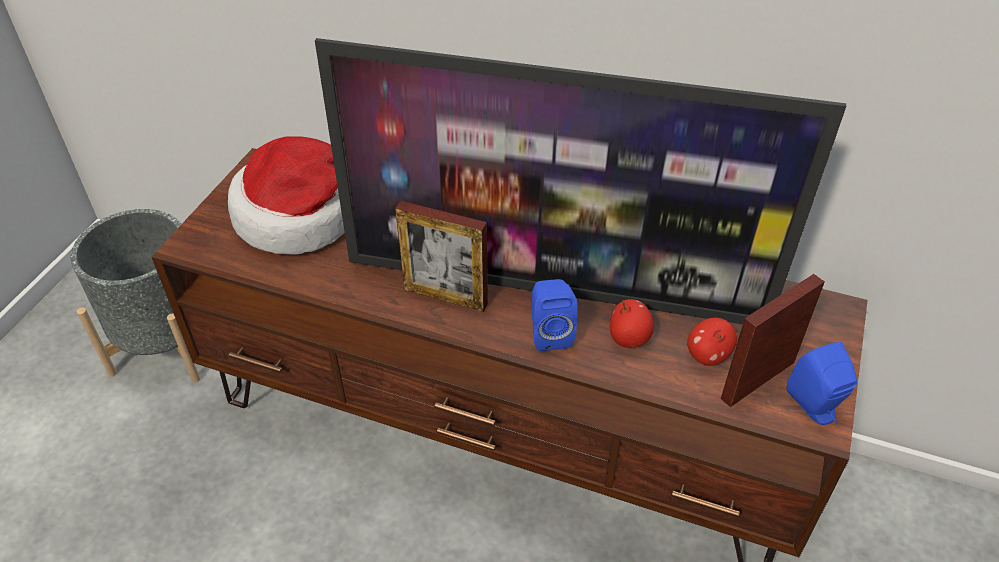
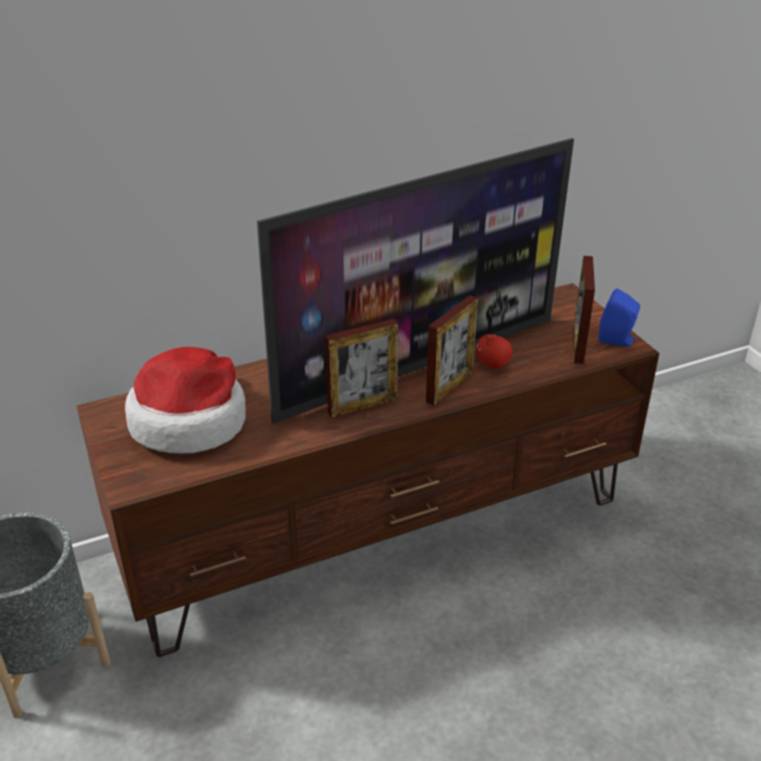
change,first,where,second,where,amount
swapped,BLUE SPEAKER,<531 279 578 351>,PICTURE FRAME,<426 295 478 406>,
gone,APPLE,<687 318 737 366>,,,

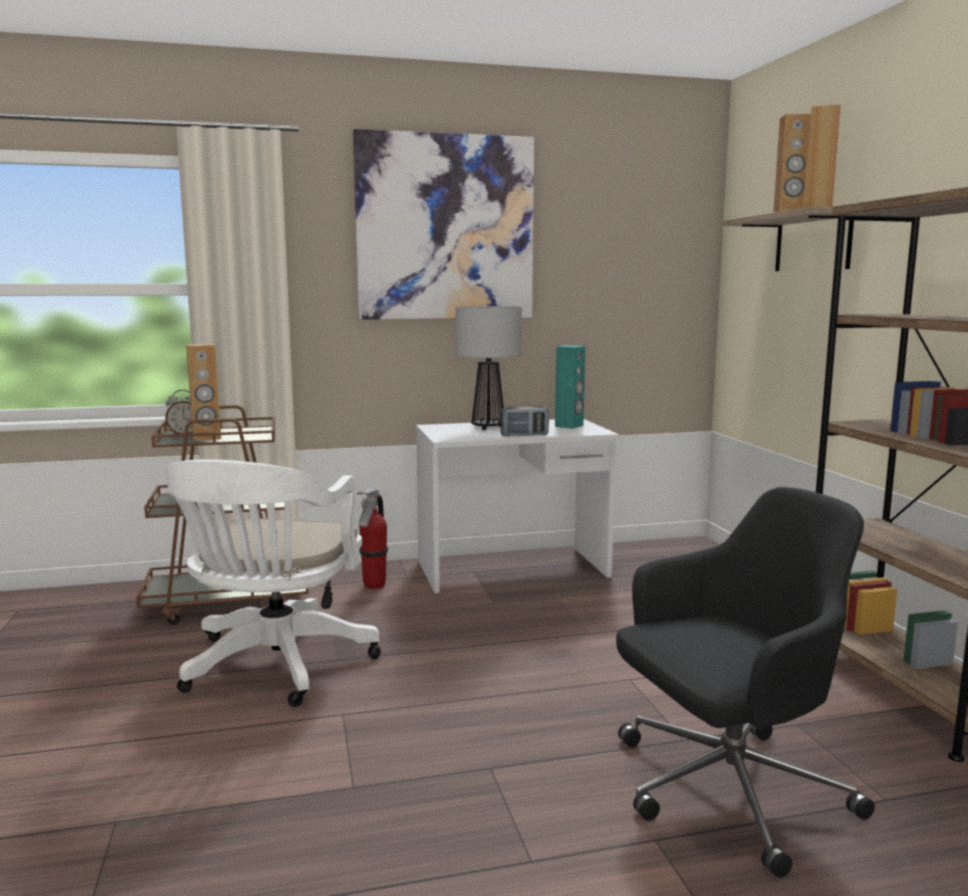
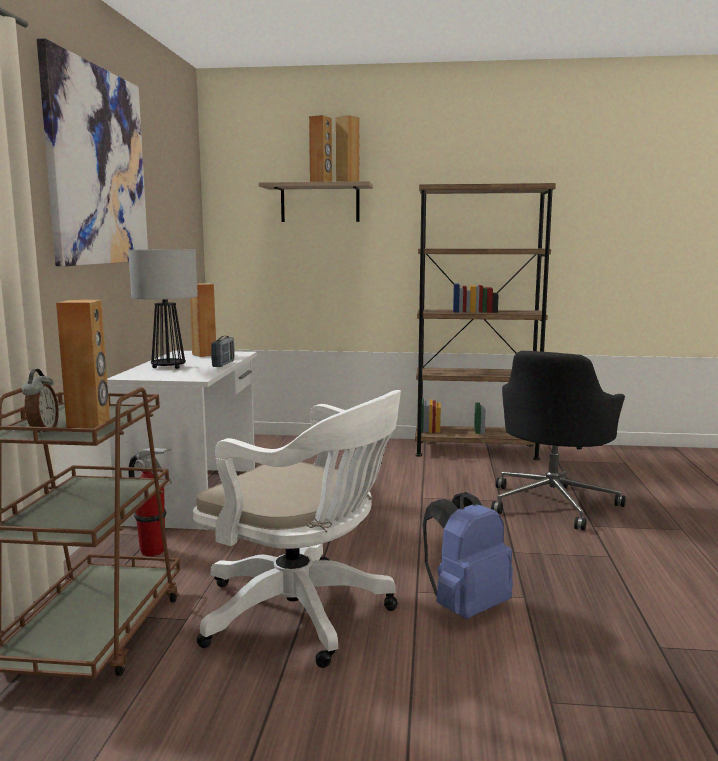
change,first,where,second,where,amount
repainted,TURQUOISE SPEAKER,<555 345 585 429>,BROWN SPEAKER,<190 283 216 357>,
rotated,BLACK OFFICE CHAIR,<616 487 875 878>,,<491 351 626 531>,150 degrees counterclockwise
new,,,BLUE BACKPACK,<422 492 513 619>,

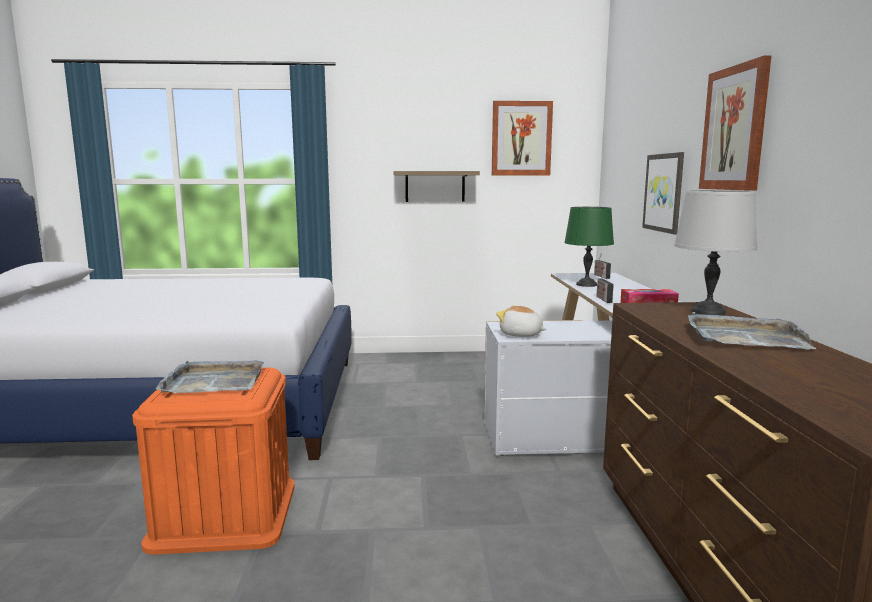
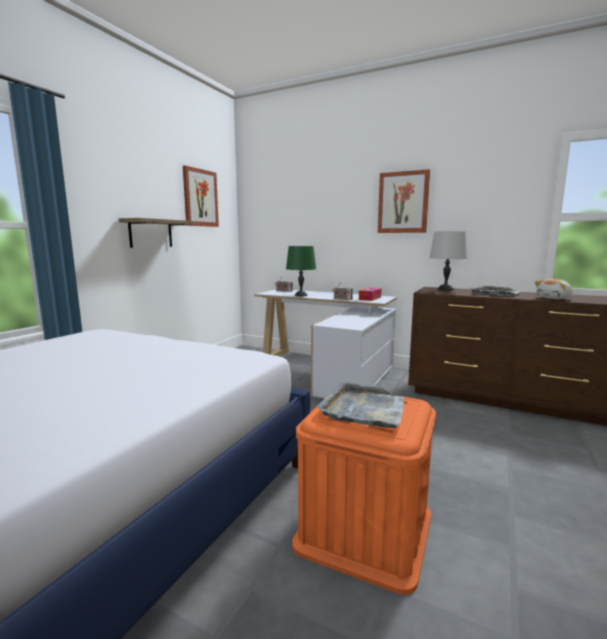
change,first,where,second,where,amount
gone,PICTURE,<642 152 684 234>,,,
shifted,PLUSH TOY,<496 305 547 337>,,<535 279 572 299>,

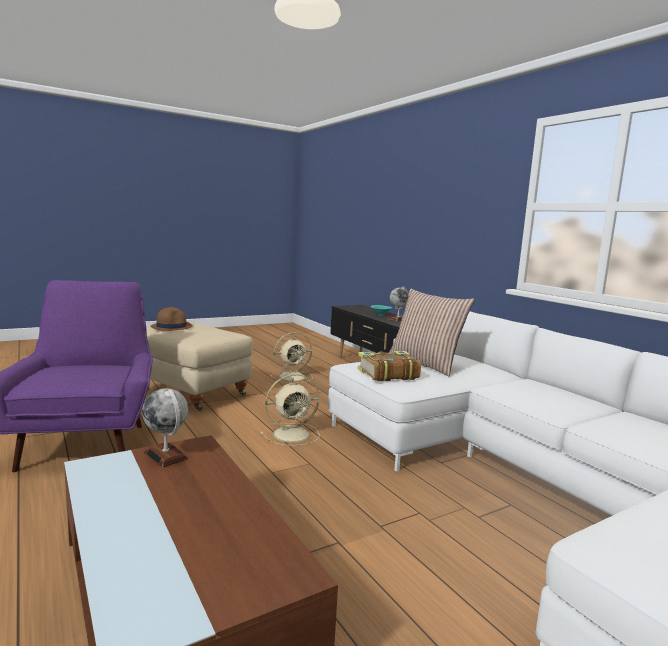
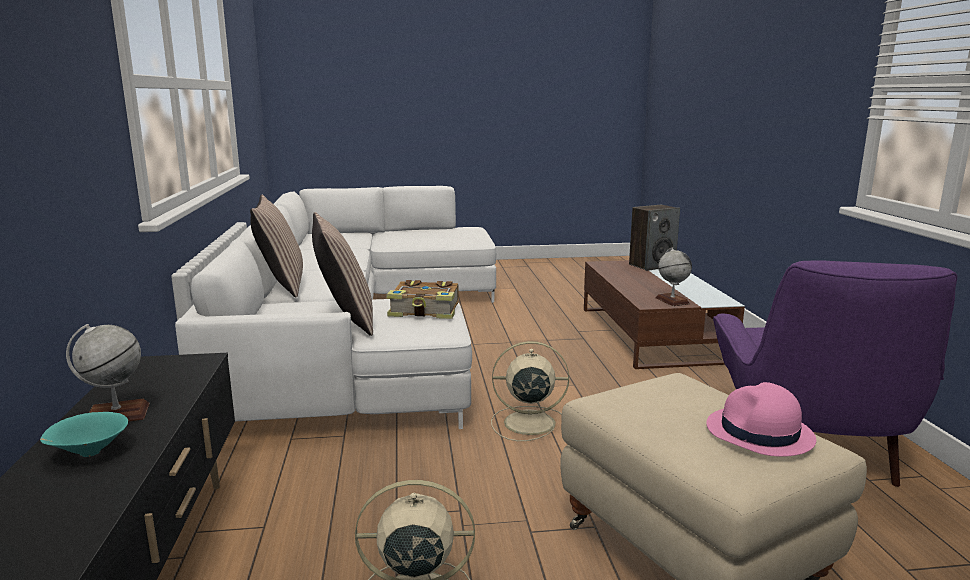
change,first,where,second,where,amount
repainted,BROWN HAT,<151 307 192 331>,PINK HAT,<706 382 816 457>,
new,,,PILLOW,<250 195 303 298>,
new,,,SPEAKER,<629 205 680 271>,

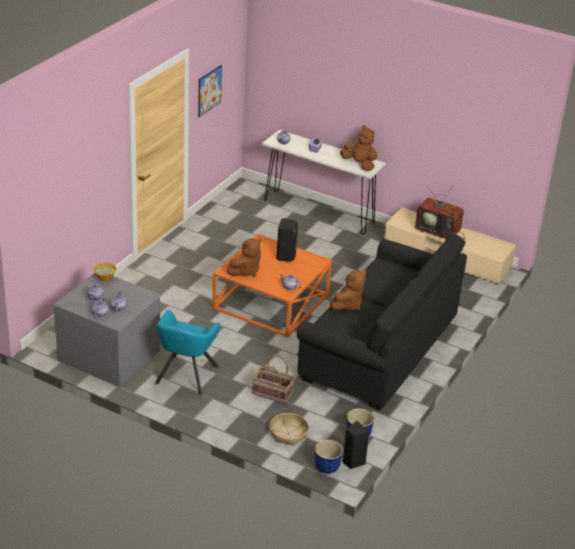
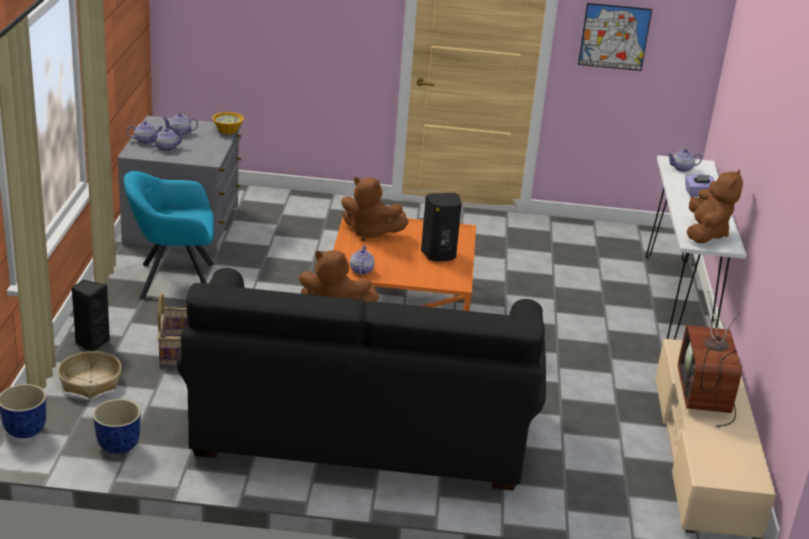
change,first,where,second,where,amount
shifted,BLACK SPEAKER,<342 421 369 470>,,<71 279 110 351>,

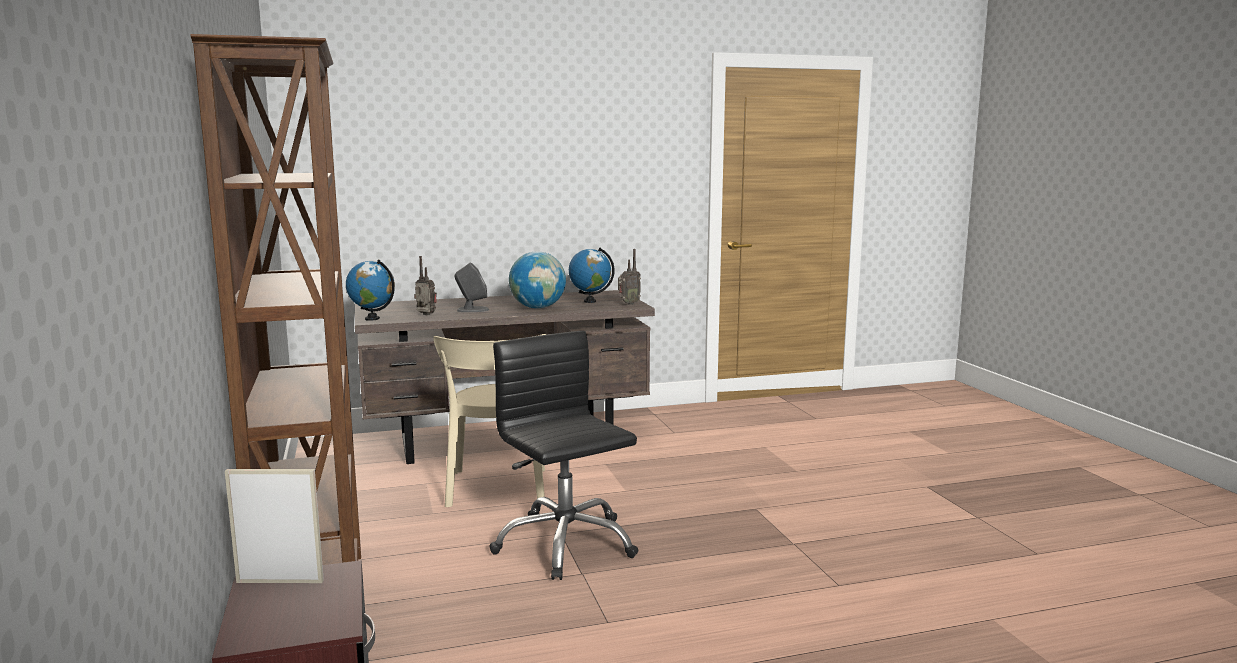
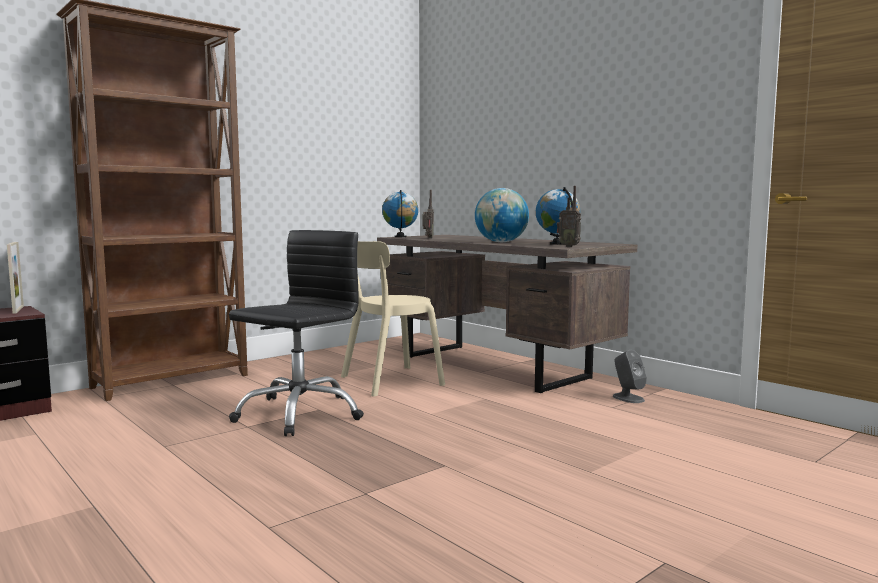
change,first,where,second,where,amount
shifted,GREY SPEAKER,<454 263 489 312>,,<613 350 647 403>,

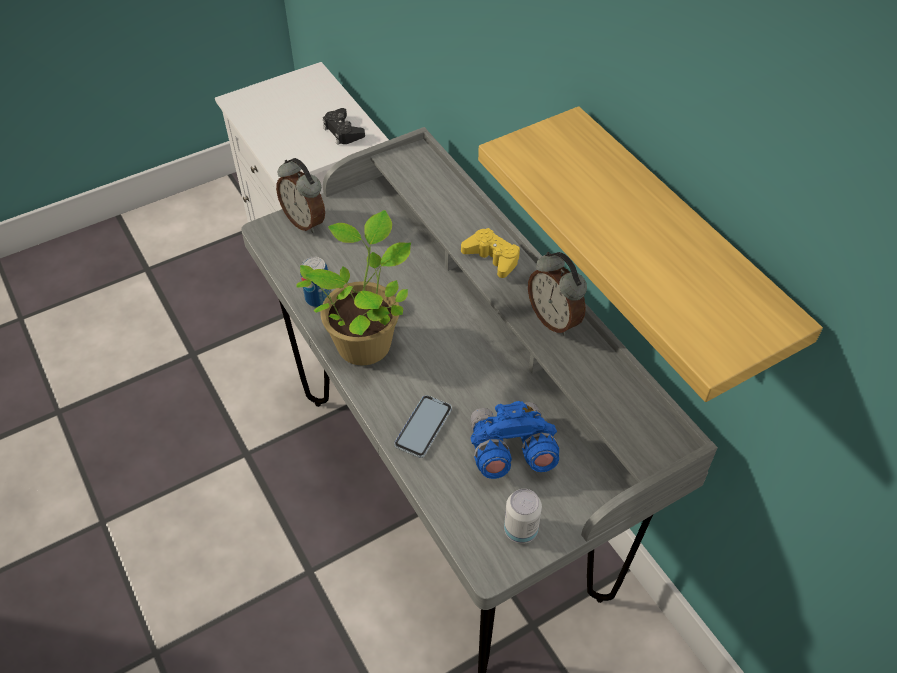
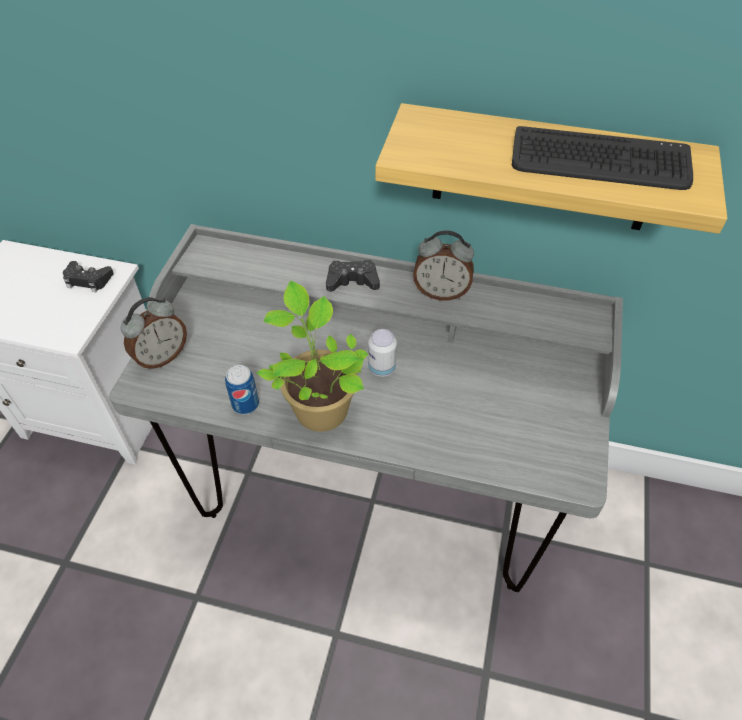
change,first,where,second,where,amount
rotated,ALARM CLOCK,<276 158 325 233>,,<121 297 187 370>,45 degrees counterclockwise
repainted,YELLOW GAME CONTROLLER,<461 228 520 278>,BLACK GAME CONTROLLER,<326 260 380 292>,
gone,PHONE,<394 395 452 458>,,,
gone,BLUE BINOCULARS,<470 401 559 479>,,,
shifted,CAN,<504 489 542 544>,,<368 329 397 377>,
new,,,KEYBOARD,<512 126 693 190>,

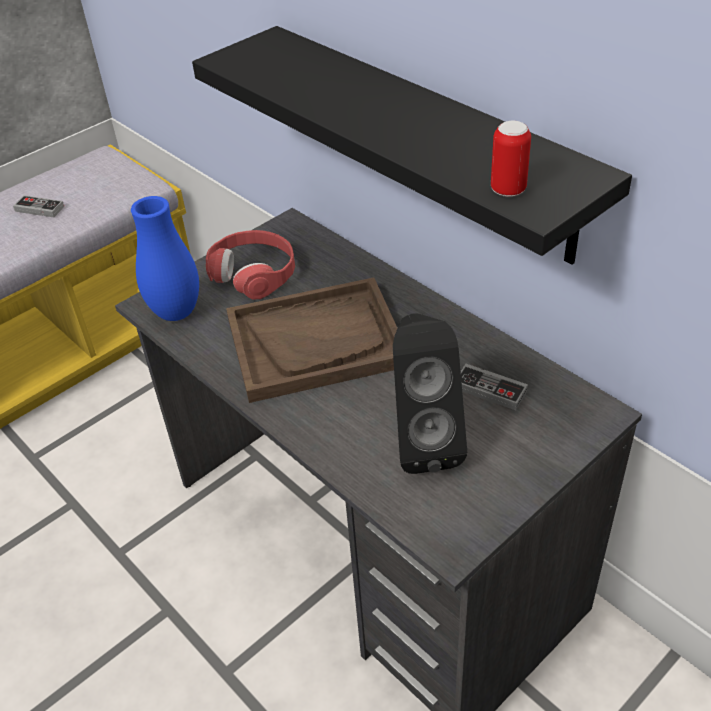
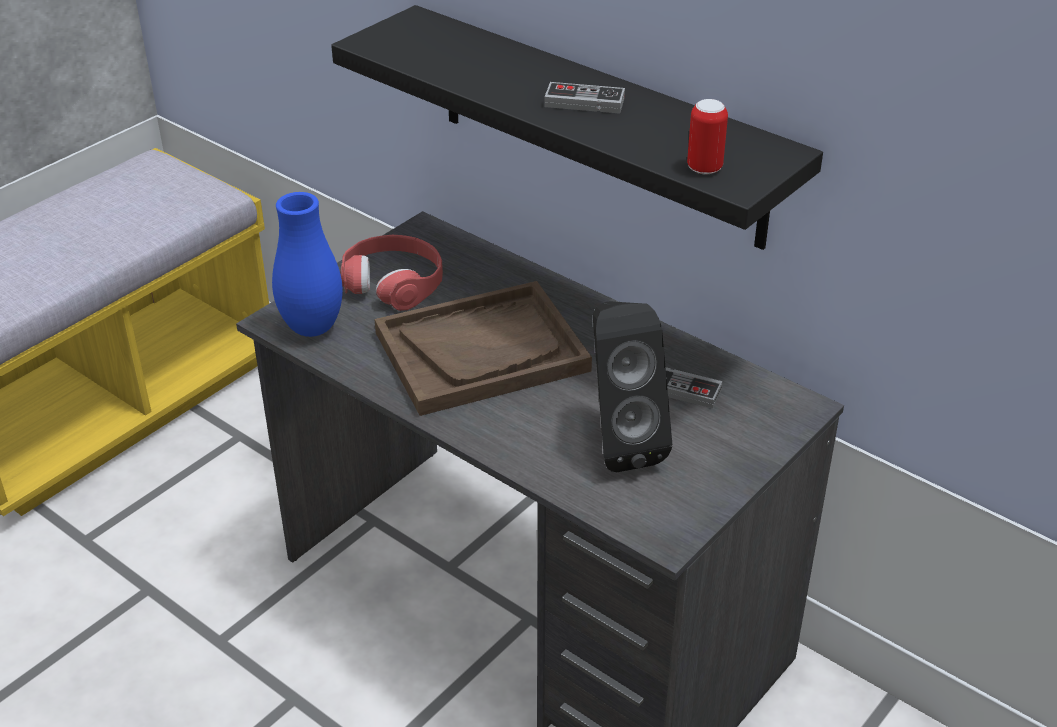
change,first,where,second,where,amount
shifted,GAME CONTROLLER,<13 195 64 217>,,<544 82 625 114>,

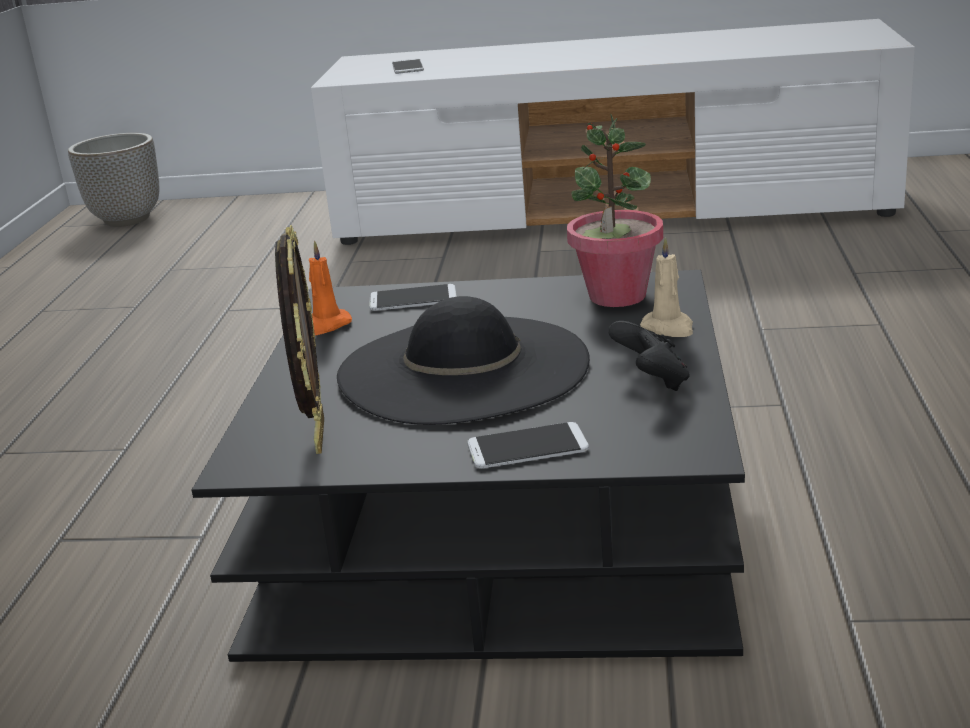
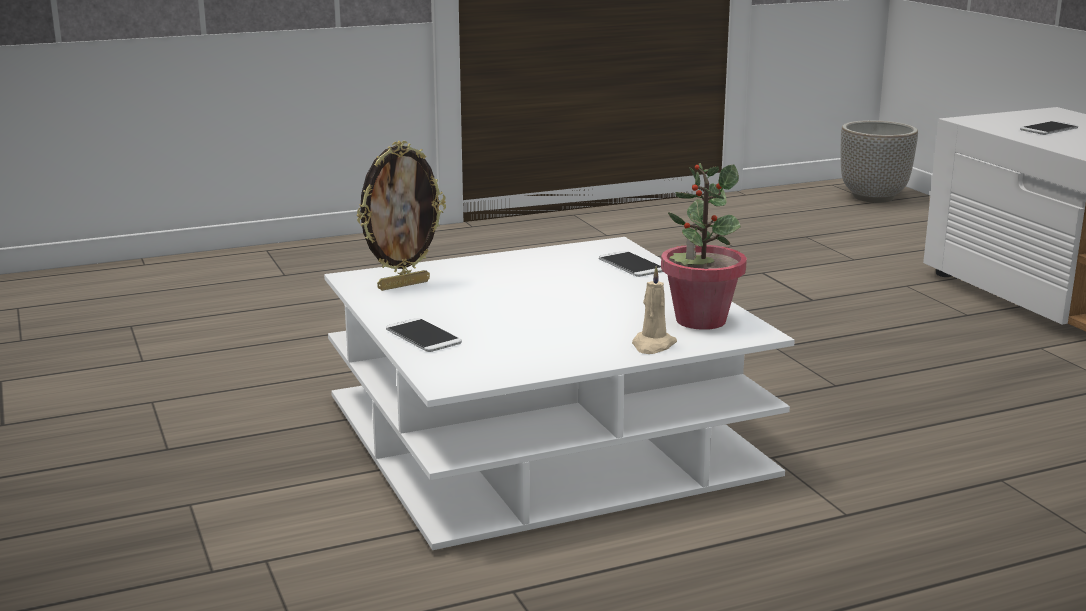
change,first,where,second,where,amount
gone,ORANGE CANDLE,<309 241 352 336>,,,
repainted,BLACK COFFEE TABLE,<191 270 745 662>,WHITE COFFEE TABLE,<324 237 795 550>,
gone,BLACK HAT,<337 296 590 425>,,,
gone,BLACK GAME CONTROLLER,<608 321 690 391>,,,

